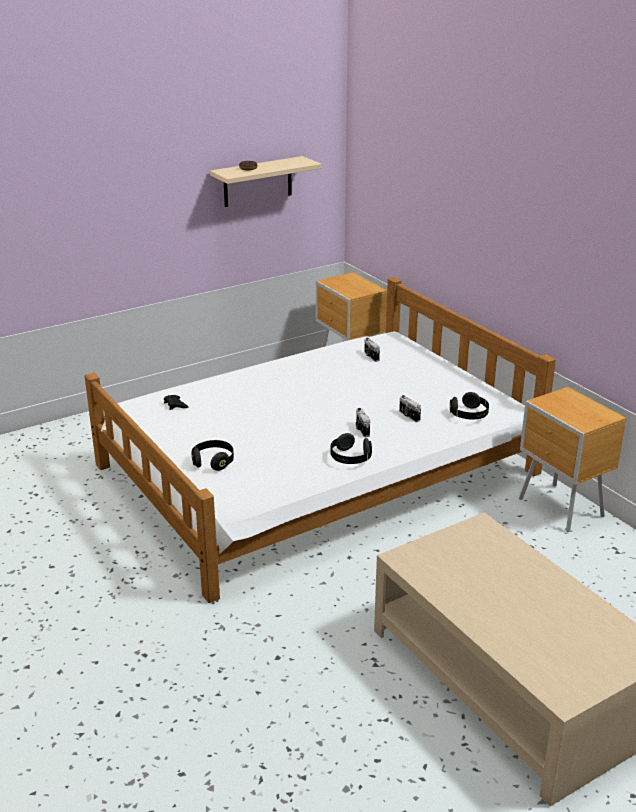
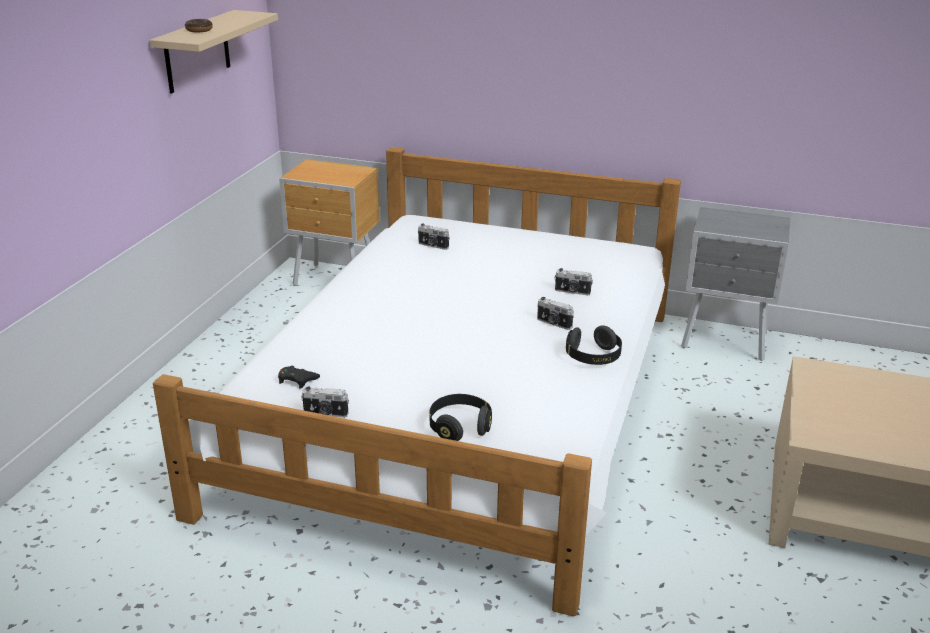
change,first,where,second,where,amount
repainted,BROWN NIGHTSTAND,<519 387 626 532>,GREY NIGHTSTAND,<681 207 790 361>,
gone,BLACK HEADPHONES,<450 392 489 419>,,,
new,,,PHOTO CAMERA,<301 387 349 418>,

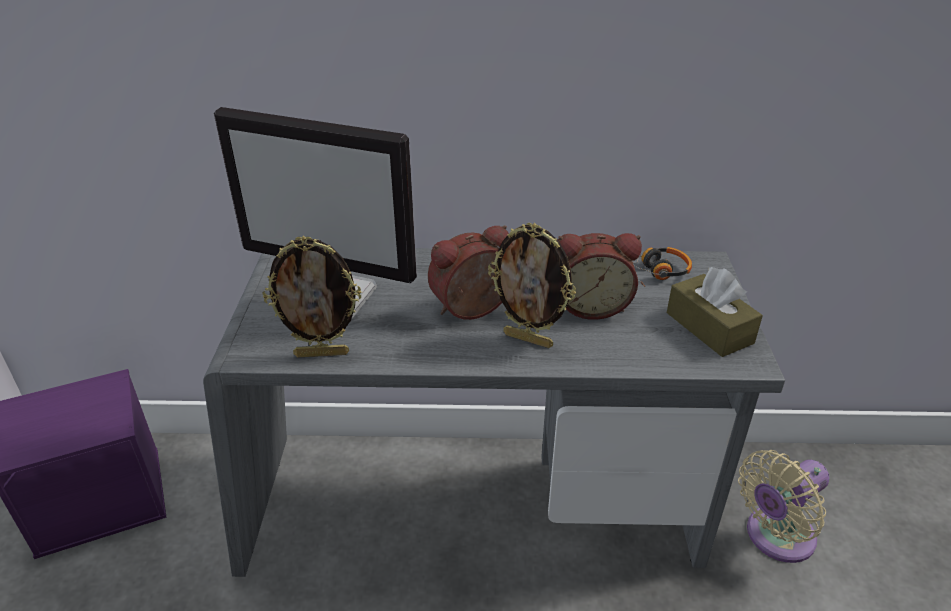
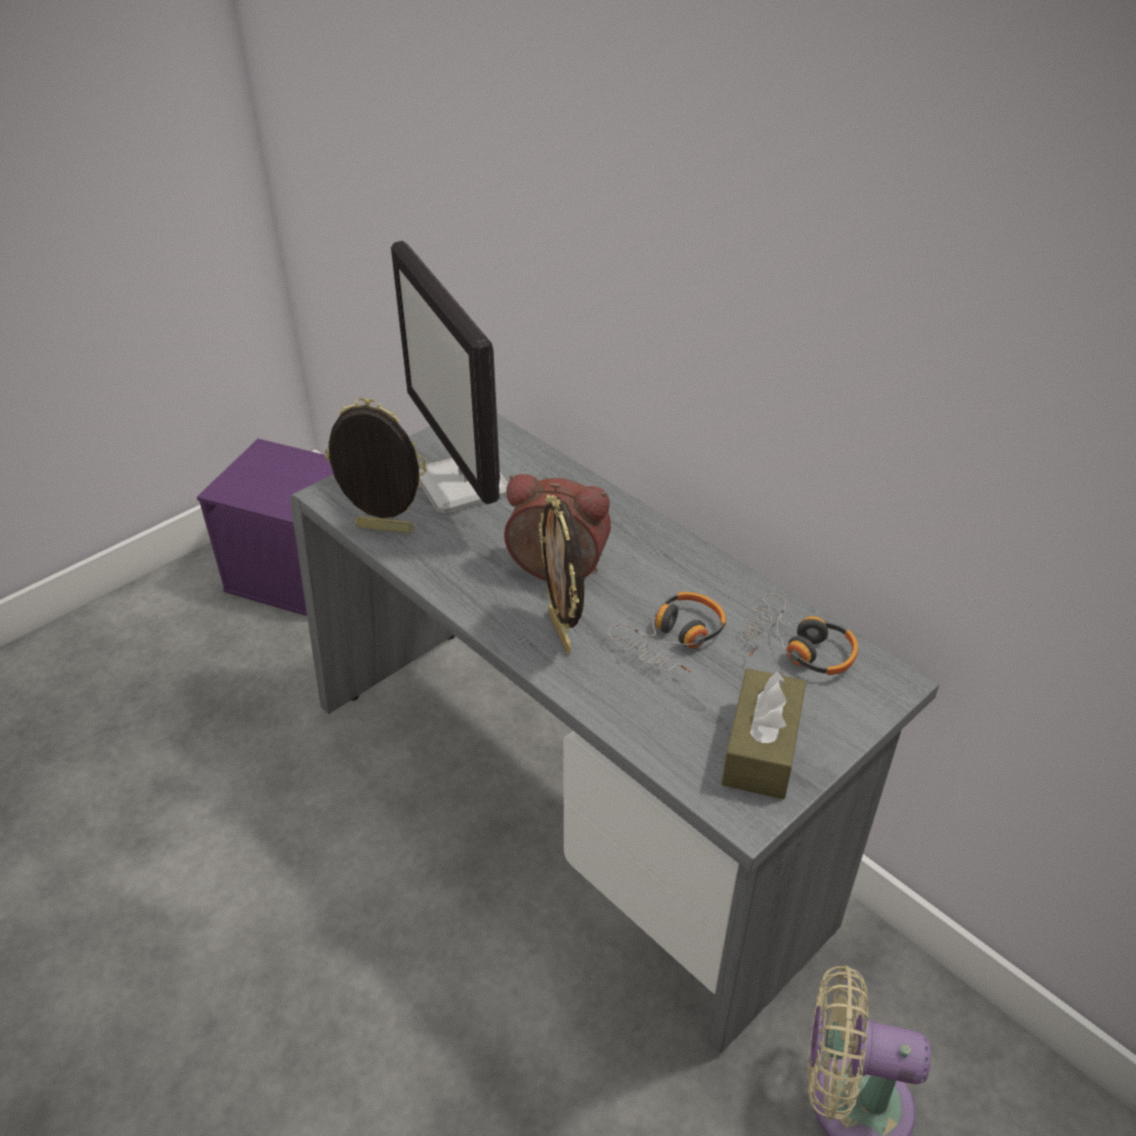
change,first,where,second,where,amount
swapped,ALARM CLOCK,<558 233 642 320>,HEADPHONES,<608 592 726 672>,
rotated,PICTURE FRAME,<262 236 361 357>,,<325 398 426 533>,150 degrees clockwise

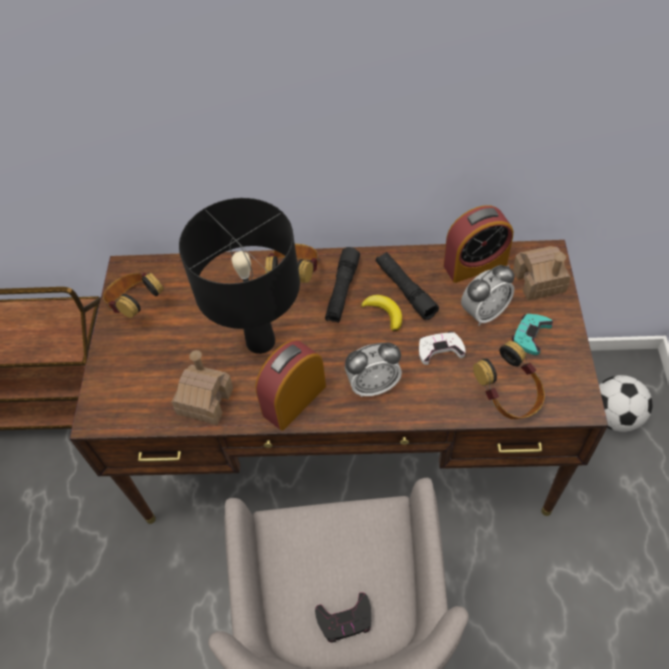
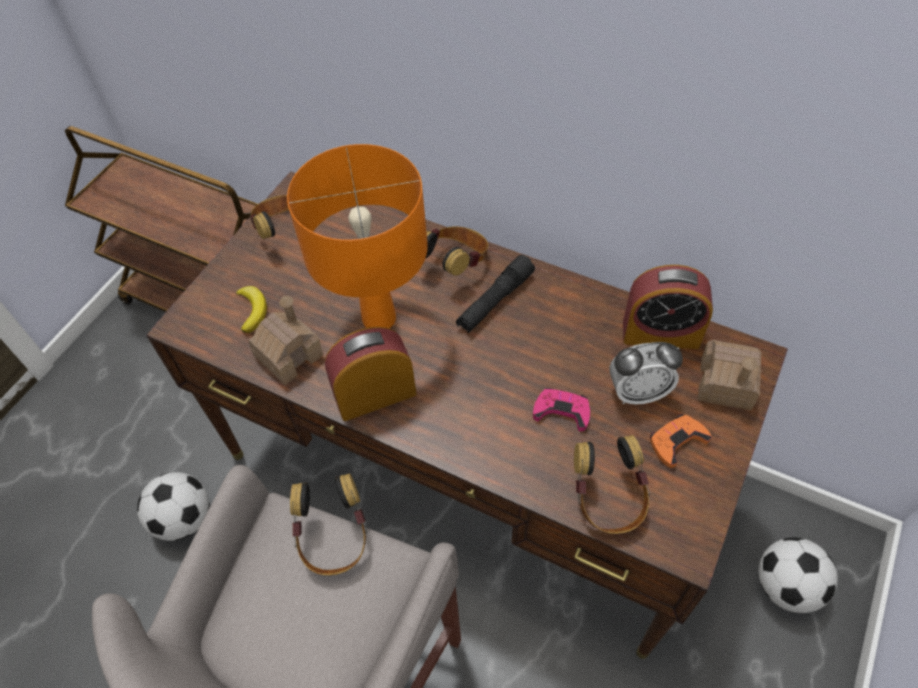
change,first,where,second,where,amount
repainted,BLACK TABLE LAMP,<179 198 300 354>,ORANGE TABLE LAMP,<287 144 428 328>,
gone,BLACK FLASHLIGHT,<376 252 439 320>,,,
shifted,BANANA,<361 295 402 331>,,<236 286 267 333>,
repainted,TURQUOISE GAME CONTROLLER,<512 314 553 355>,ORANGE GAME CONTROLLER,<650 414 712 468>,
repainted,WHITE GAME CONTROLLER,<419 331 465 365>,PINK GAME CONTROLLER,<533 388 590 431>,
gone,ALARM CLOCK,<345 342 402 397>,,,
gone,BLACK GAME CONTROLLER,<315 592 371 643>,,,
new,,,FOOTBALL,<137 472 209 541>,
new,,,HEADPHONES,<290 473 367 576>,

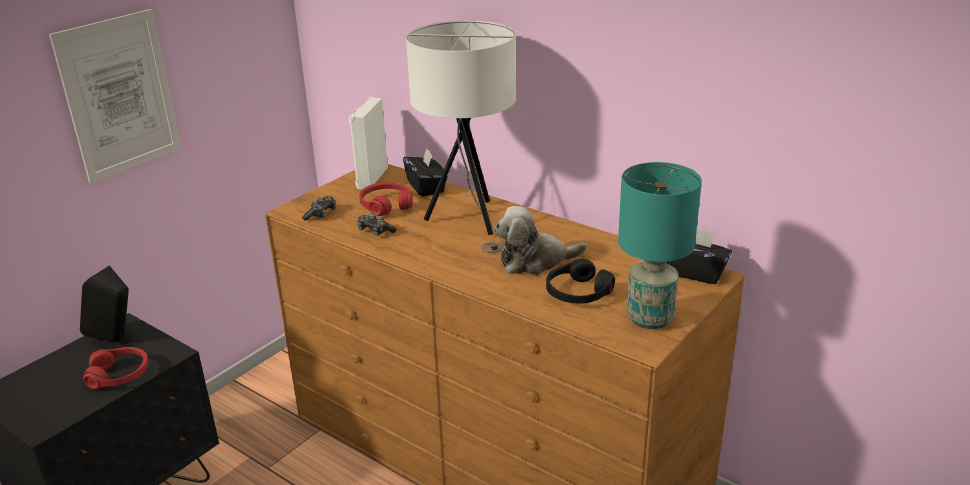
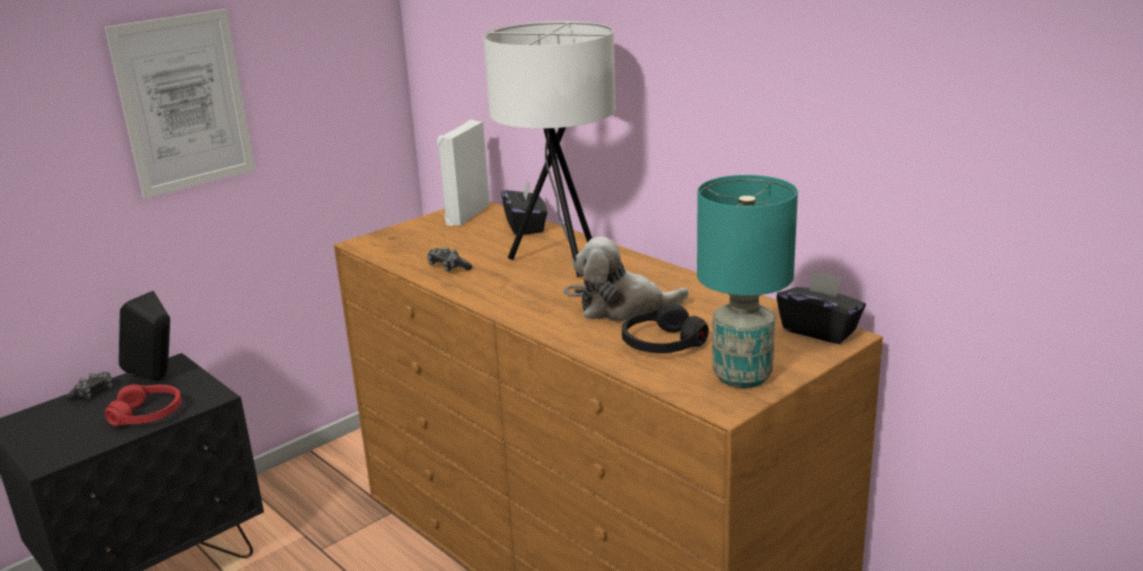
change,first,where,second,where,amount
gone,RED HEADPHONES,<359 182 413 216>,,,
shifted,GAME CONTROLLER,<302 196 336 221>,,<66 372 112 400>,

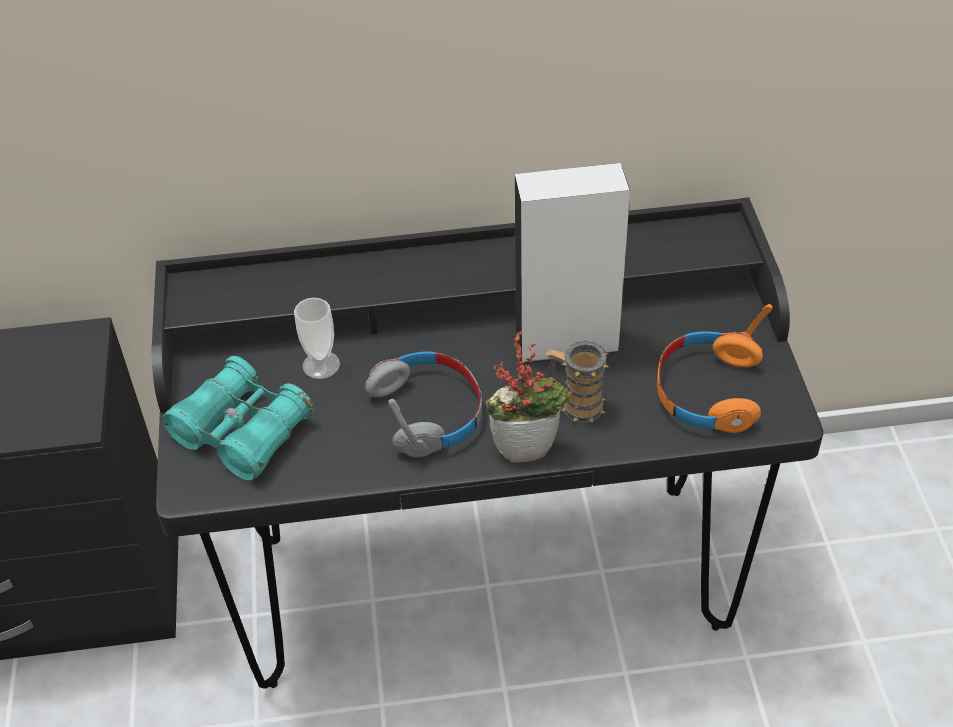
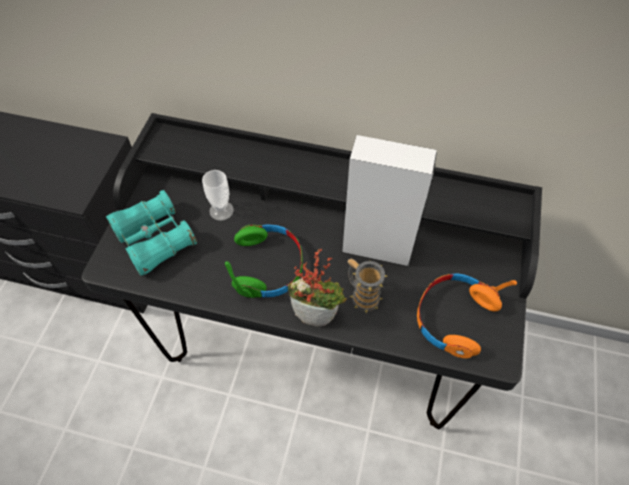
change,first,where,second,where,amount
repainted,GREY HEADPHONES,<365 351 482 458>,GREEN HEADPHONES,<225 225 303 298>,

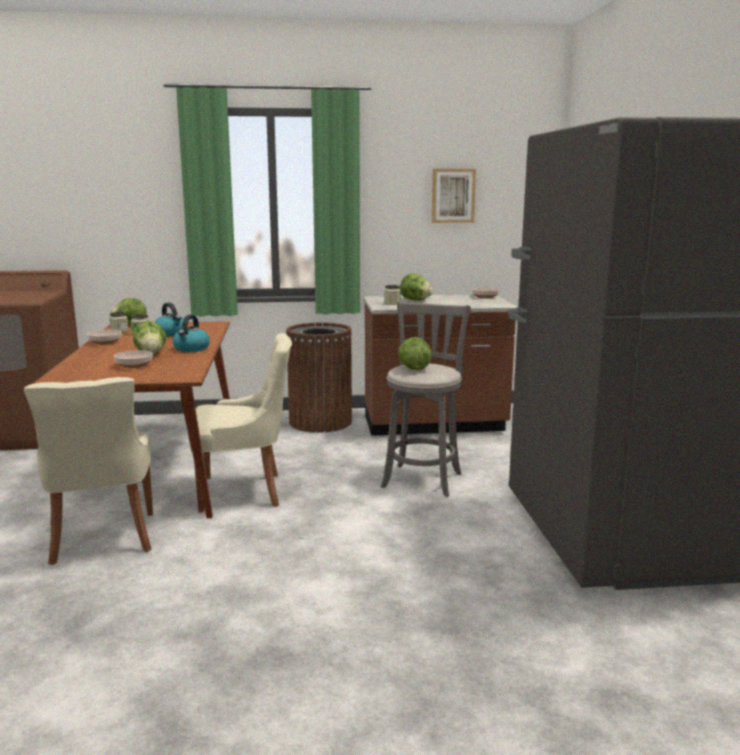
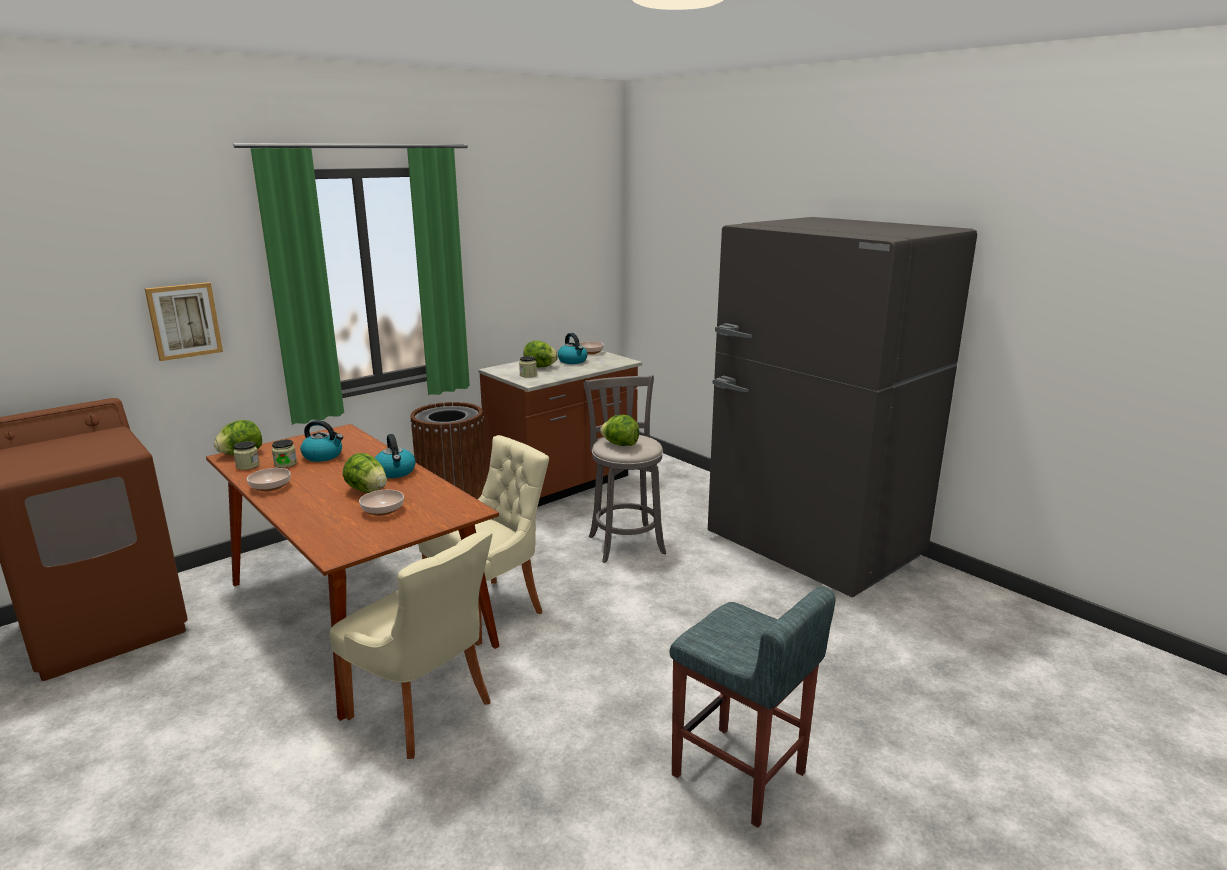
change,first,where,second,where,amount
shifted,PICTURE,<432 169 476 223>,,<145 282 223 361>,
new,,,KETTLE,<558 333 588 364>,
new,,,GREY STOOL,<670 586 835 828>,

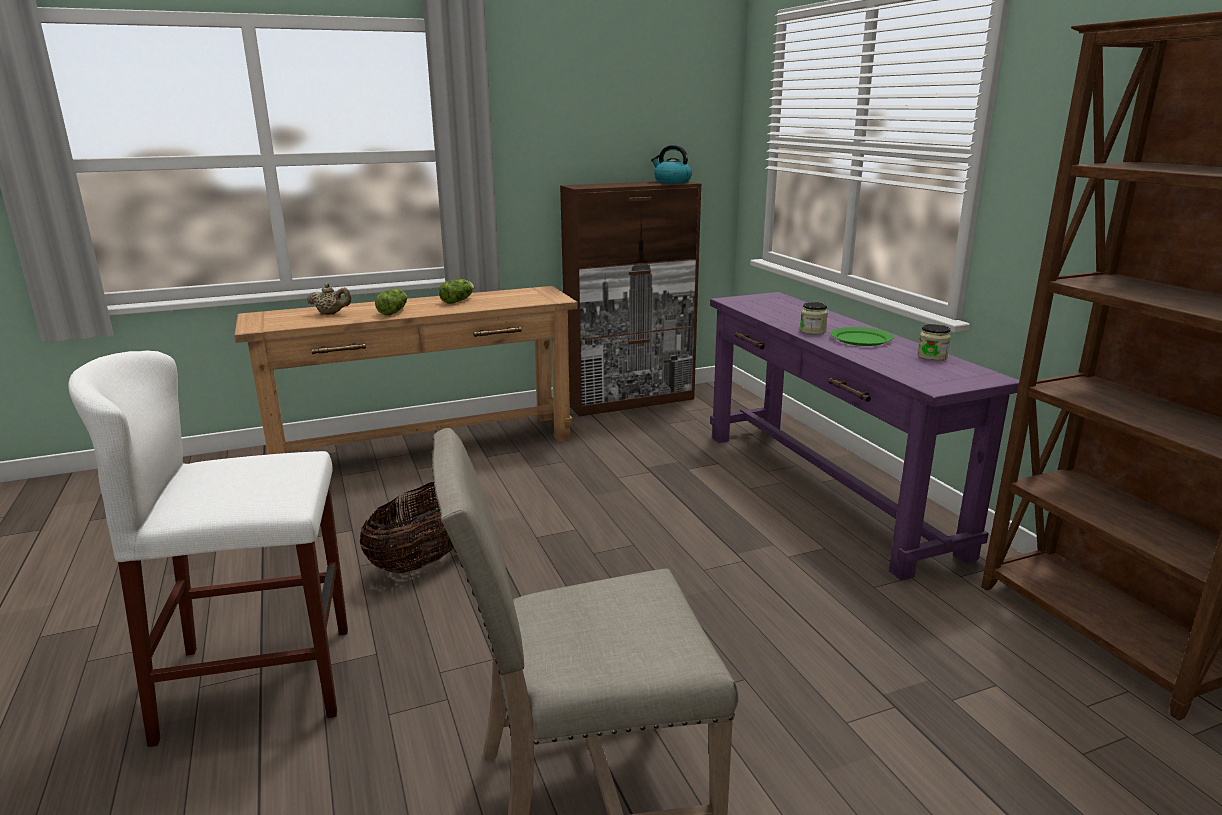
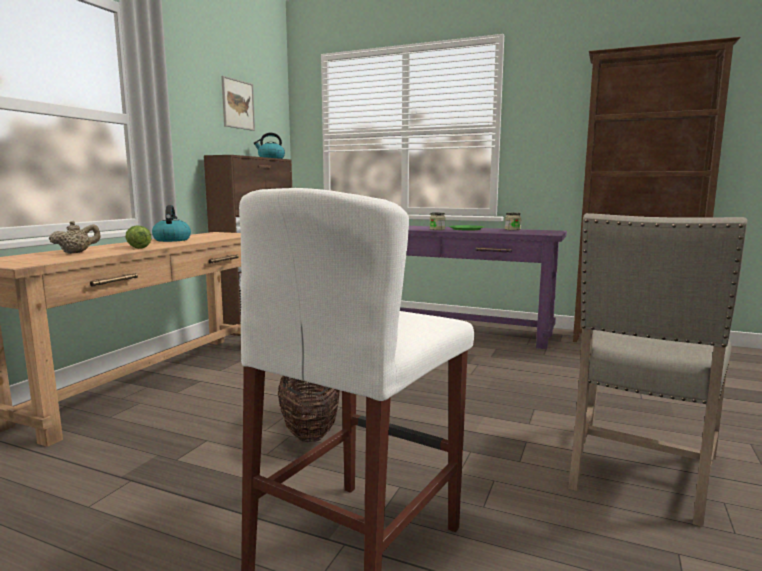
change,first,where,second,where,amount
swapped,LETTUCE,<439 279 474 304>,KETTLE,<152 205 191 242>,
new,,,PICTURE,<221 76 255 131>,

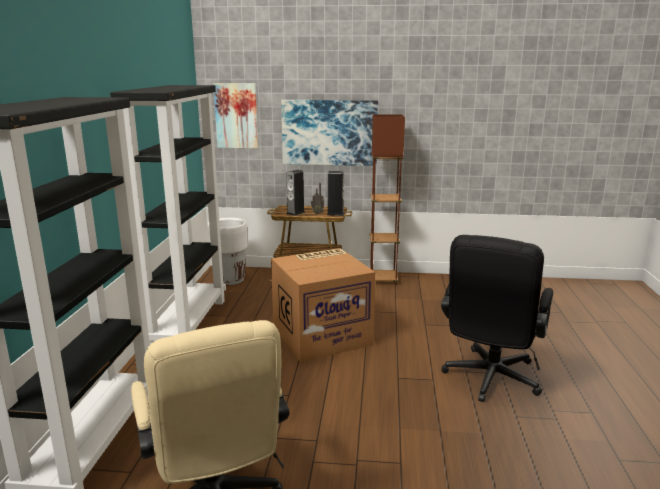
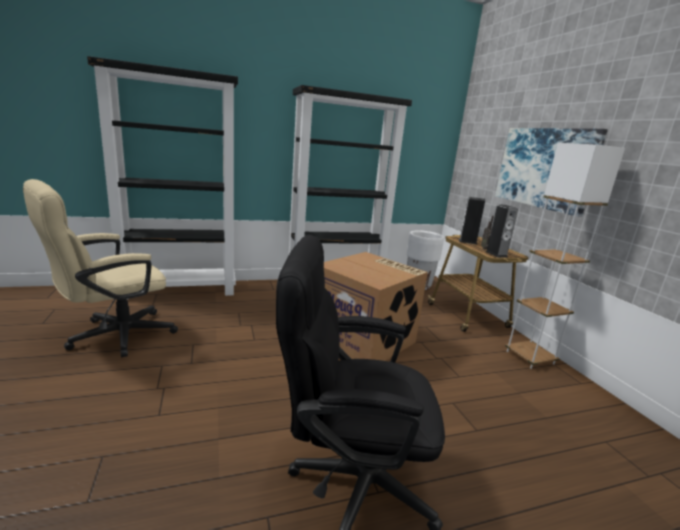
change,first,where,second,where,amount
gone,PICTURE,<213 83 258 148>,,,
repainted,BROWN FLOOR LAMP,<370 114 405 285>,WHITE FLOOR LAMP,<505 143 625 369>,

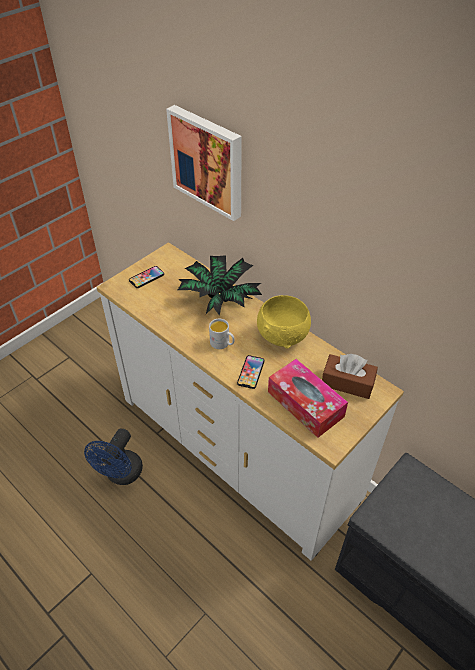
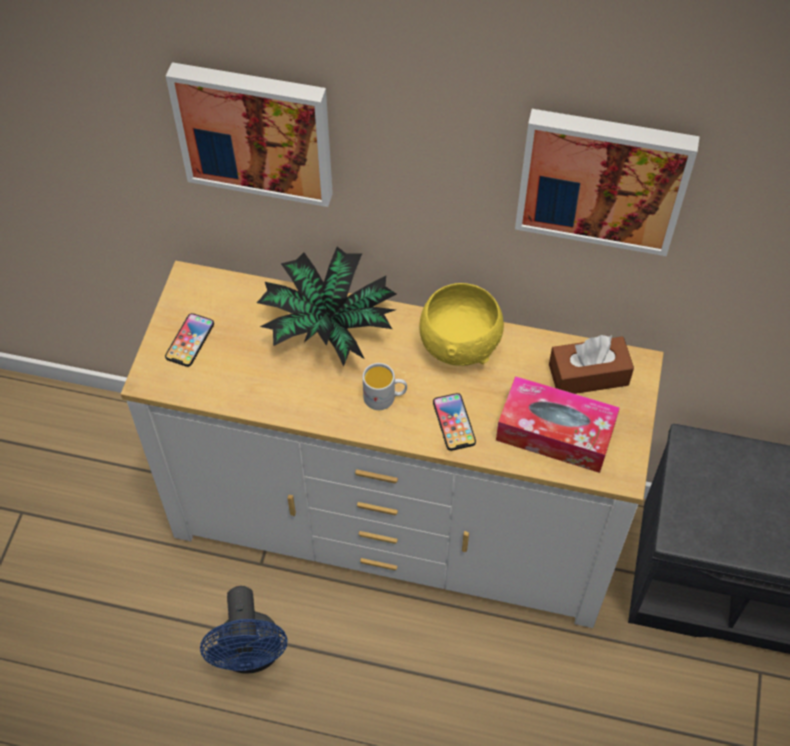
change,first,where,second,where,amount
new,,,PICTURE,<515 109 700 256>,

